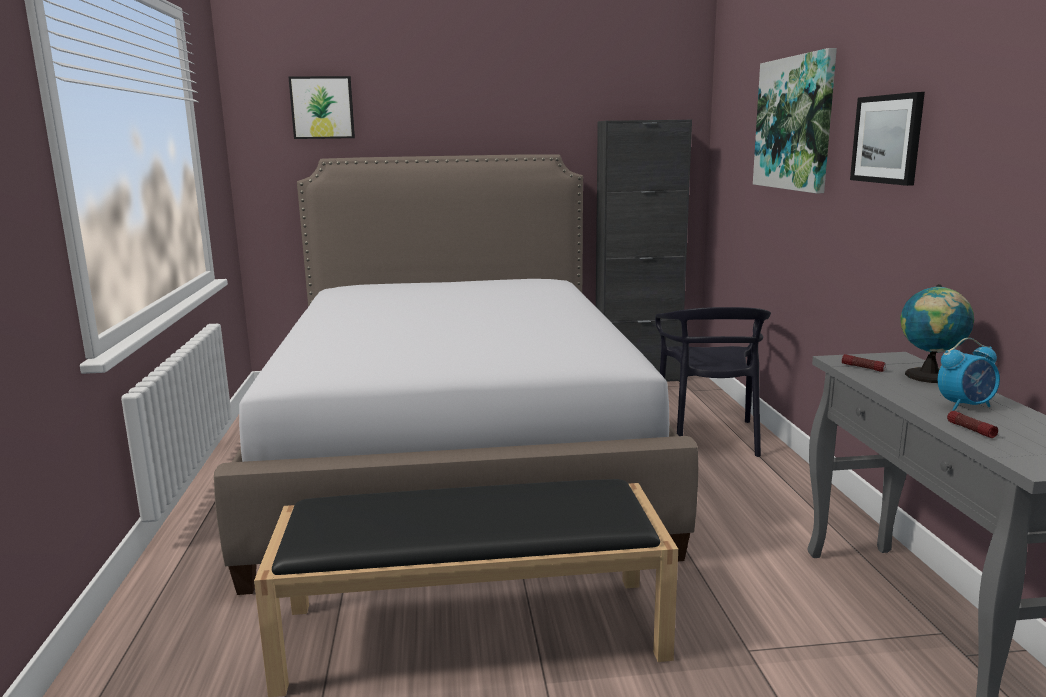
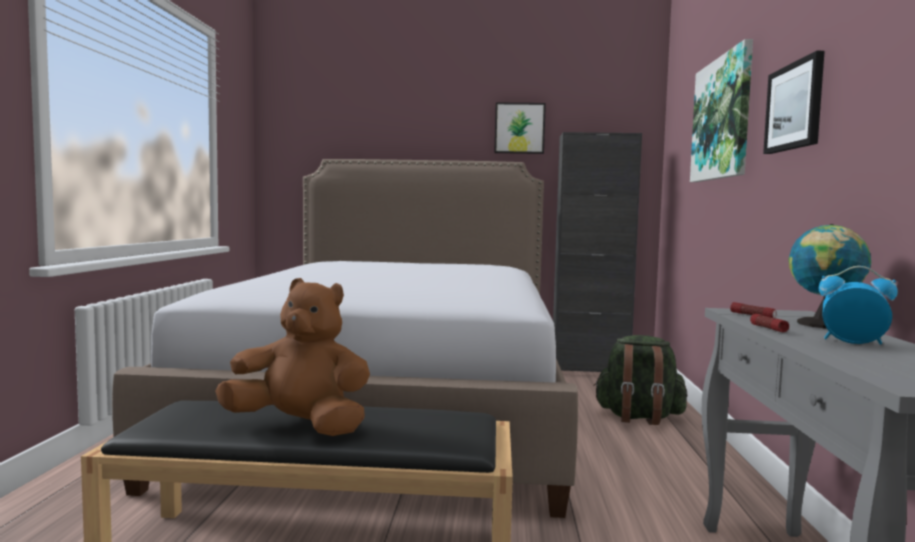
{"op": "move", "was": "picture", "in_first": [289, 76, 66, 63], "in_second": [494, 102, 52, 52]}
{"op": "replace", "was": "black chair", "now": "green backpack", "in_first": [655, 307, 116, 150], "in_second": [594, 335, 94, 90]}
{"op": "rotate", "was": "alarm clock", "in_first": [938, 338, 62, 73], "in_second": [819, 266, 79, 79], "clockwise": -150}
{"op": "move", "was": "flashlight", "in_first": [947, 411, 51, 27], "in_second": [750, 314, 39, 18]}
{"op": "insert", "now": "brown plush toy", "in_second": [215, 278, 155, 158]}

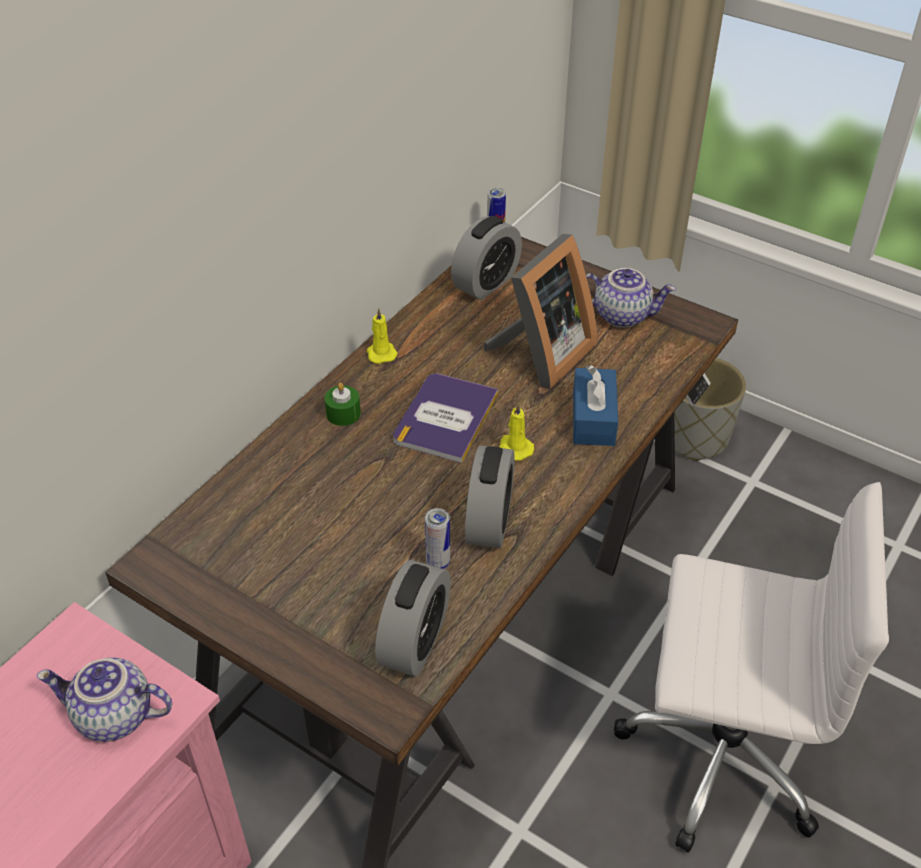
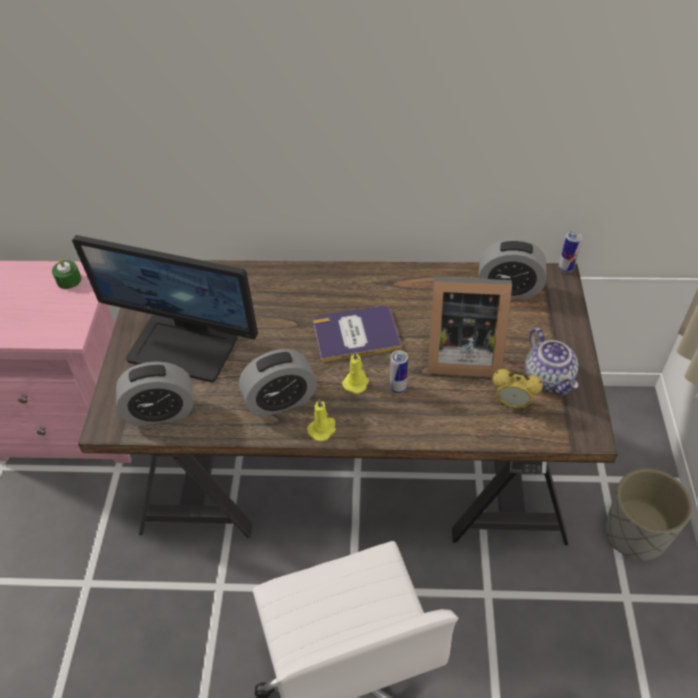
{"op": "delete", "was": "teapot", "in_first": [37, 657, 135, 85]}
{"op": "move", "was": "green candle", "in_first": [324, 383, 37, 43], "in_second": [52, 259, 29, 30]}
{"op": "move", "was": "yellow candle", "in_first": [367, 308, 31, 56], "in_second": [307, 399, 29, 42]}
{"op": "move", "was": "can", "in_first": [425, 508, 25, 61], "in_second": [390, 350, 18, 43]}
{"op": "delete", "was": "blue tissue box", "in_first": [573, 365, 45, 81]}
{"op": "insert", "now": "monitor", "in_second": [72, 235, 186, 147]}
{"op": "insert", "now": "alarm clock", "in_second": [492, 369, 51, 40]}

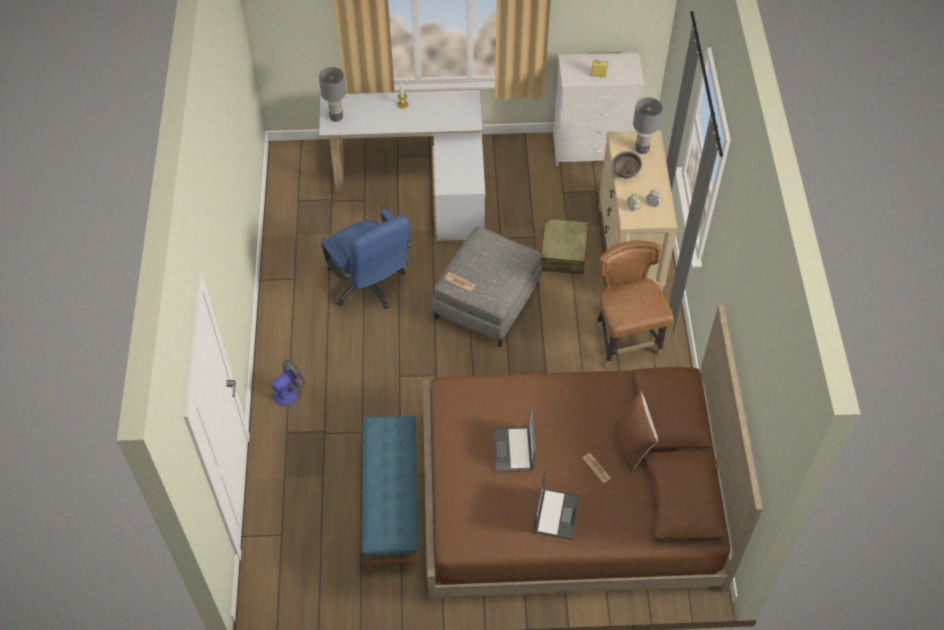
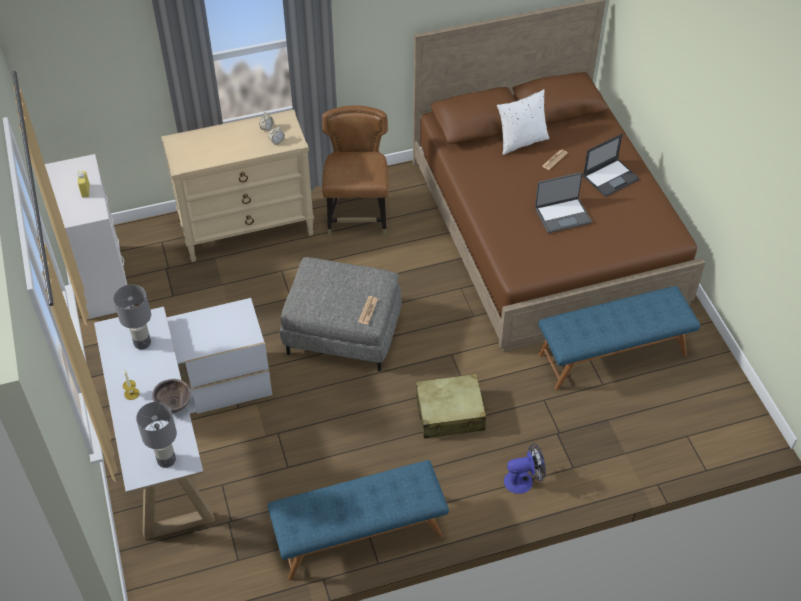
{"op": "rotate", "was": "fan", "in_first": [271, 359, 34, 47], "in_second": [504, 443, 41, 51], "clockwise": 135}
{"op": "delete", "was": "blue office chair", "in_first": [321, 208, 91, 101]}
{"op": "rotate", "was": "laptop", "in_first": [534, 471, 46, 69], "in_second": [583, 134, 57, 63], "clockwise": 150}
{"op": "move", "was": "beige suitcase", "in_first": [540, 219, 48, 55], "in_second": [416, 374, 72, 64]}
{"op": "rotate", "was": "brown chair", "in_first": [595, 240, 79, 126], "in_second": [322, 105, 67, 130], "clockwise": 120}
{"op": "move", "was": "brown bowl", "in_first": [612, 151, 30, 28], "in_second": [152, 379, 39, 34]}
{"op": "recolor", "was": "brown pillow", "now": "white pillow", "in_first": [615, 391, 43, 82], "in_second": [497, 89, 52, 66]}
{"op": "move", "was": "grey table lamp", "in_first": [633, 97, 29, 57], "in_second": [113, 284, 38, 66]}
{"op": "insert", "now": "blue bench", "in_second": [267, 460, 182, 120]}

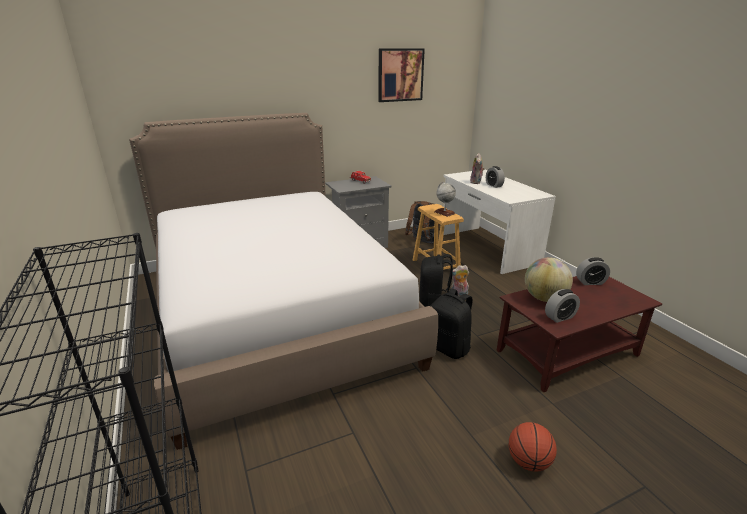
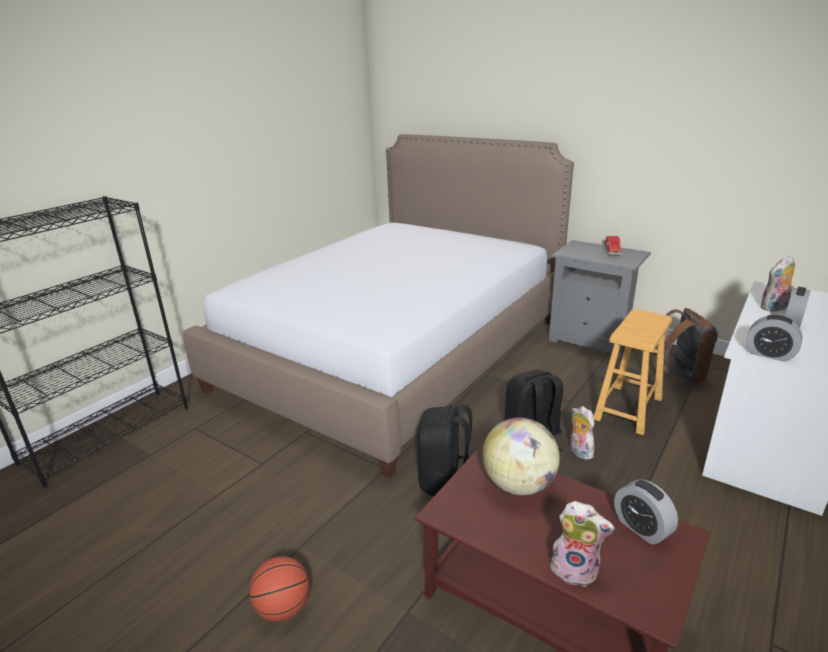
{"op": "delete", "was": "picture", "in_first": [378, 48, 47, 54]}
{"op": "delete", "was": "globe", "in_first": [435, 182, 21, 35]}
{"op": "move", "was": "alarm clock", "in_first": [545, 289, 35, 34], "in_second": [746, 315, 57, 47]}
{"op": "insert", "now": "plush toy", "in_second": [550, 501, 64, 86]}

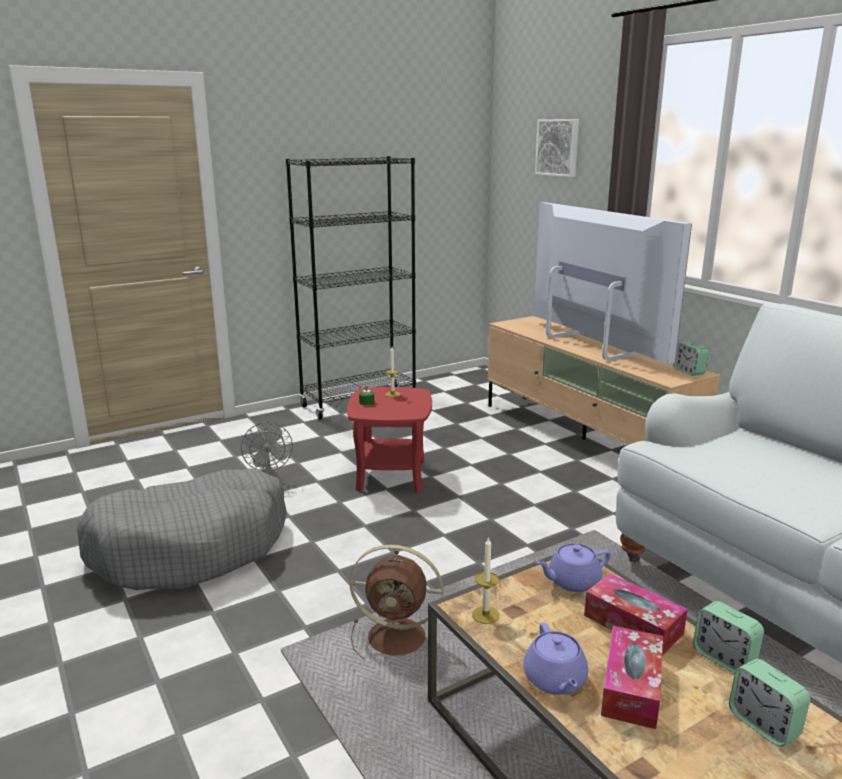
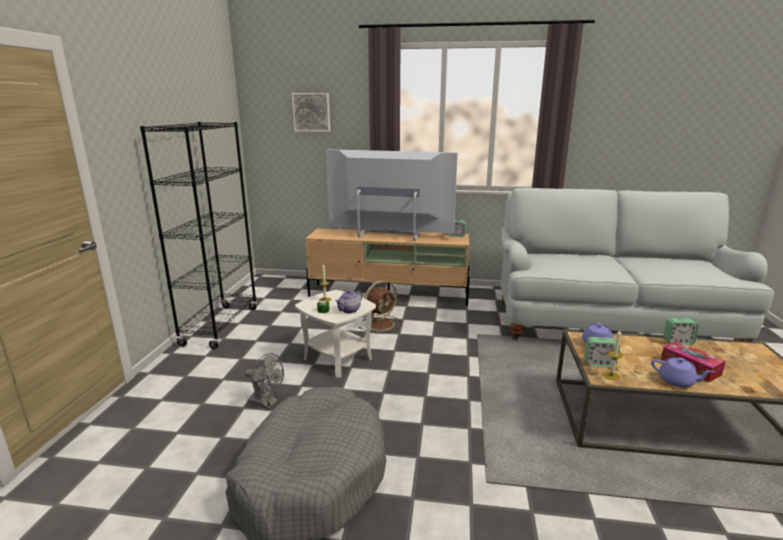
{"op": "recolor", "was": "red side table", "now": "white side table", "in_first": [347, 387, 85, 106], "in_second": [295, 290, 81, 88]}
{"op": "move", "was": "brown fan", "in_first": [349, 545, 94, 114], "in_second": [359, 280, 43, 54]}
{"op": "delete", "was": "tissue box", "in_first": [584, 573, 104, 82]}
{"op": "move", "was": "alarm clock", "in_first": [729, 659, 81, 88], "in_second": [584, 337, 36, 30]}
{"op": "insert", "now": "teapot", "in_second": [335, 290, 28, 23]}

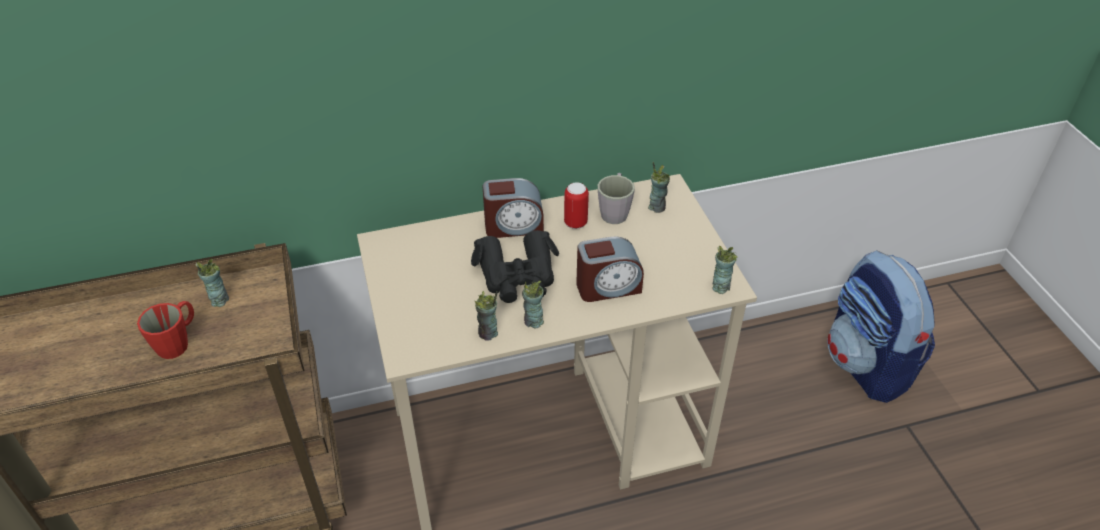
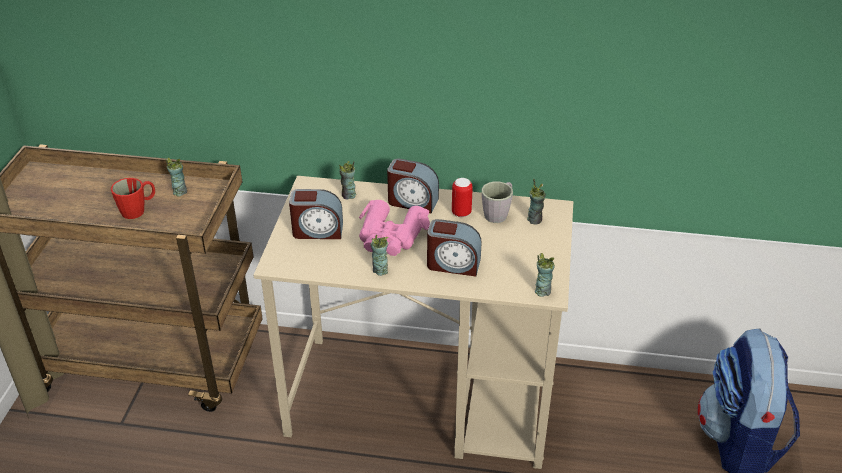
{"op": "recolor", "was": "black binoculars", "now": "pink binoculars", "in_first": [471, 230, 88, 73], "in_second": [359, 200, 71, 56]}
{"op": "move", "was": "cup", "in_first": [475, 291, 23, 50], "in_second": [339, 161, 17, 39]}
{"op": "insert", "now": "alarm clock", "in_second": [289, 189, 54, 50]}

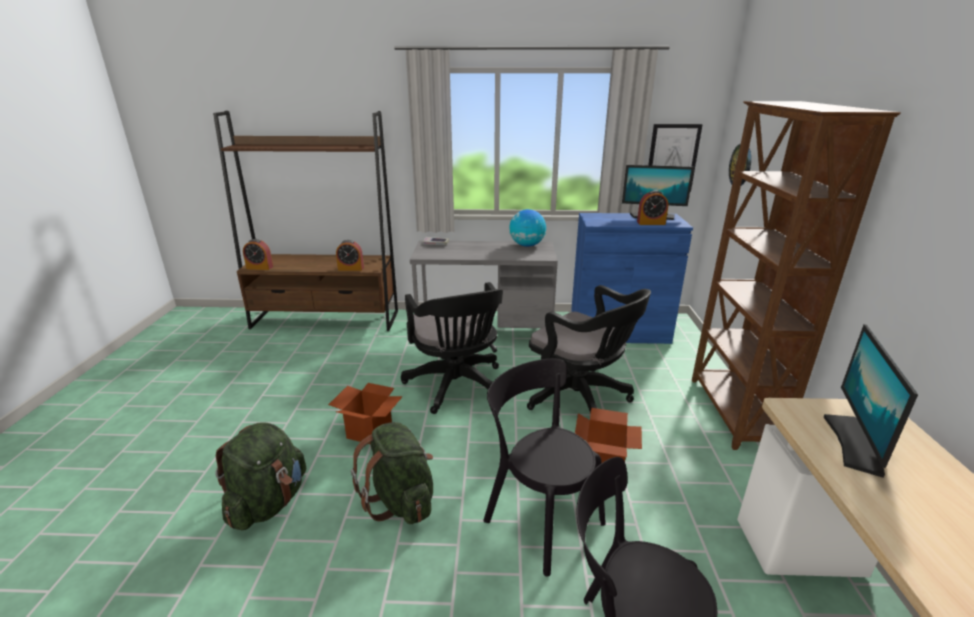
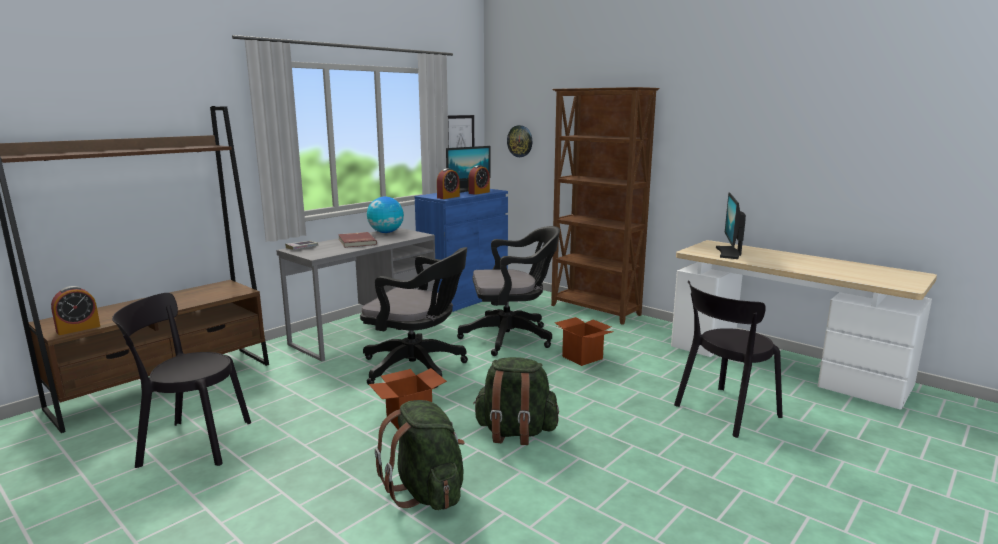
{"op": "move", "was": "alarm clock", "in_first": [336, 240, 28, 31], "in_second": [437, 168, 23, 31]}
{"op": "move", "was": "black chair", "in_first": [483, 359, 123, 218], "in_second": [112, 293, 139, 175]}
{"op": "rotate", "was": "monitor", "in_first": [824, 324, 94, 154], "in_second": [716, 192, 30, 67], "clockwise": 45}
{"op": "insert", "now": "red book", "in_second": [338, 232, 39, 16]}

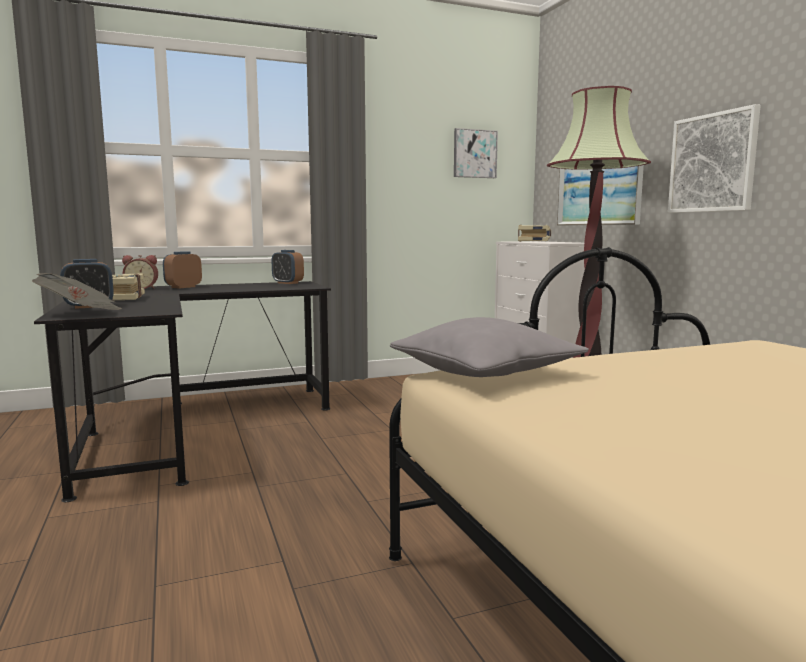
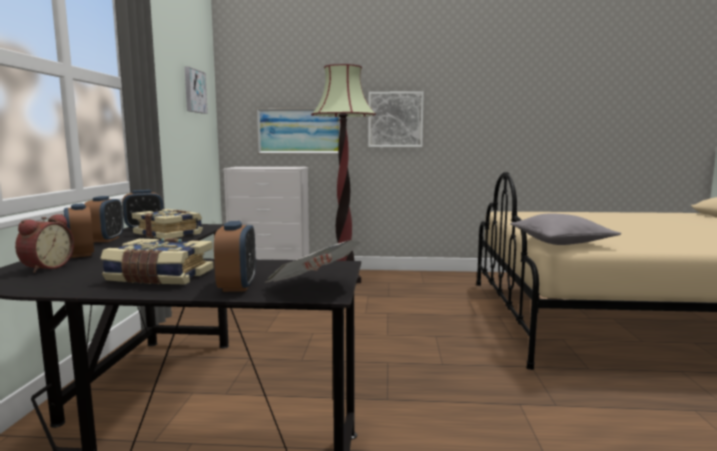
{"op": "move", "was": "book", "in_first": [518, 225, 33, 17], "in_second": [132, 209, 71, 30]}
{"op": "insert", "now": "alarm clock", "in_second": [85, 196, 38, 46]}

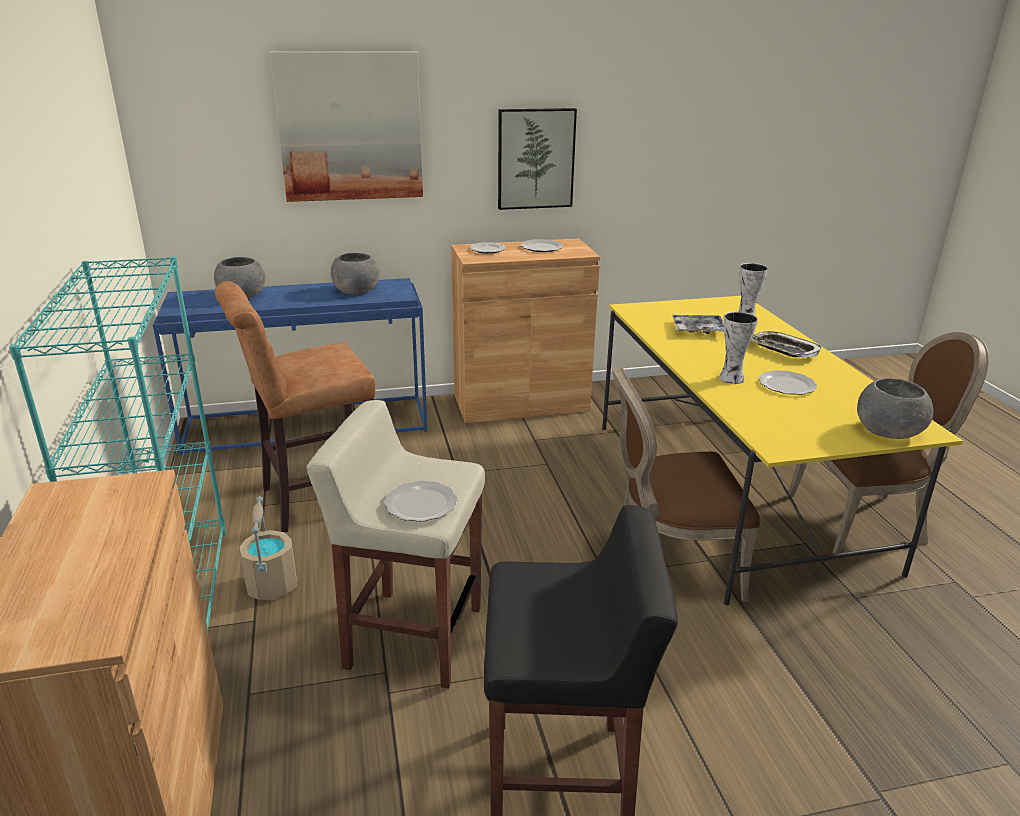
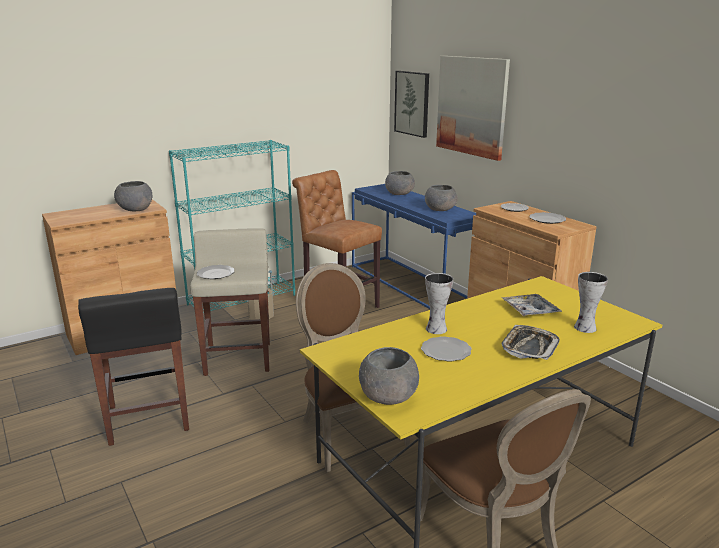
{"op": "move", "was": "picture", "in_first": [498, 108, 79, 102], "in_second": [394, 71, 35, 67]}
{"op": "insert", "now": "grey bowl", "in_second": [114, 181, 38, 31]}

